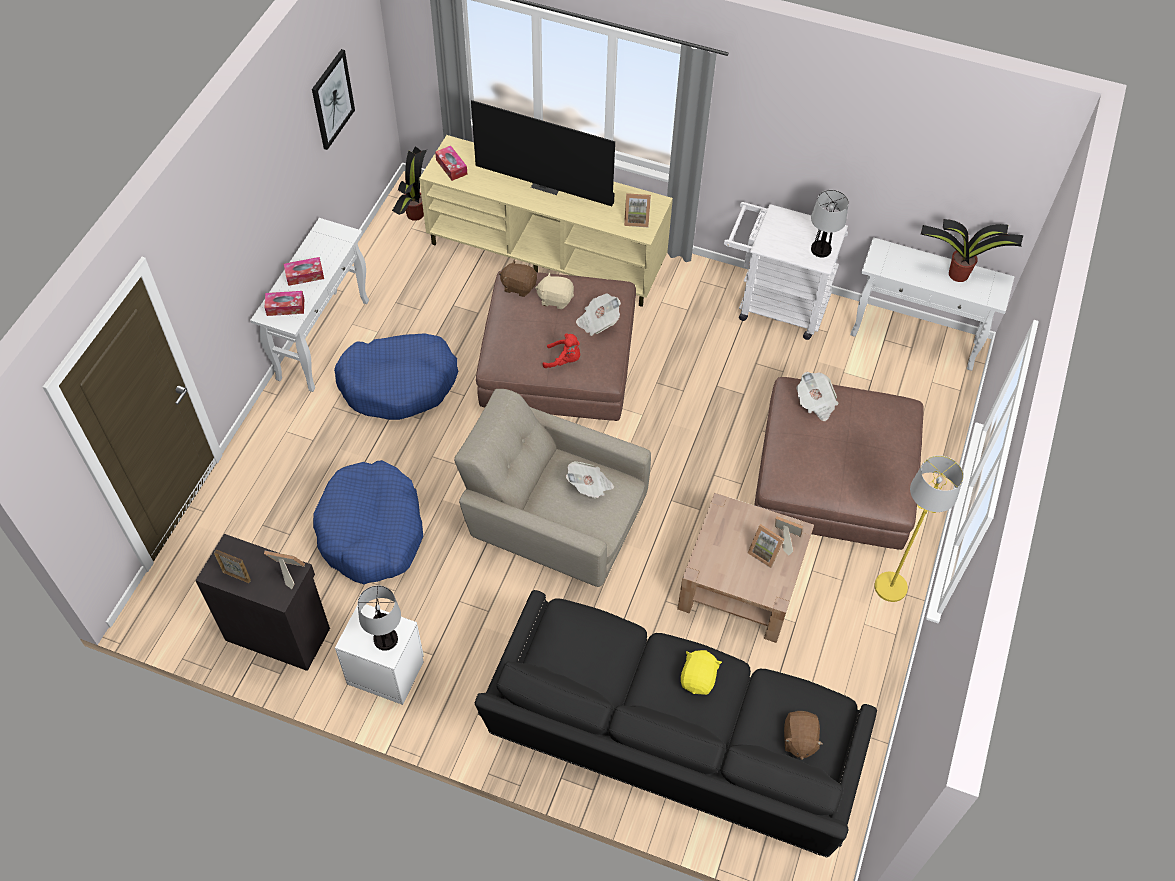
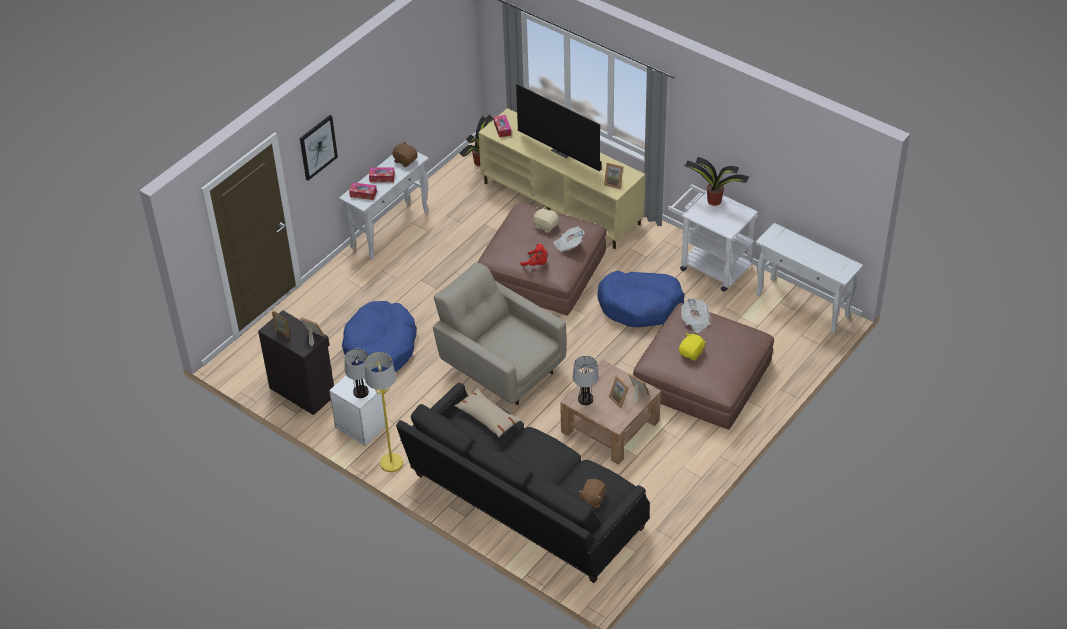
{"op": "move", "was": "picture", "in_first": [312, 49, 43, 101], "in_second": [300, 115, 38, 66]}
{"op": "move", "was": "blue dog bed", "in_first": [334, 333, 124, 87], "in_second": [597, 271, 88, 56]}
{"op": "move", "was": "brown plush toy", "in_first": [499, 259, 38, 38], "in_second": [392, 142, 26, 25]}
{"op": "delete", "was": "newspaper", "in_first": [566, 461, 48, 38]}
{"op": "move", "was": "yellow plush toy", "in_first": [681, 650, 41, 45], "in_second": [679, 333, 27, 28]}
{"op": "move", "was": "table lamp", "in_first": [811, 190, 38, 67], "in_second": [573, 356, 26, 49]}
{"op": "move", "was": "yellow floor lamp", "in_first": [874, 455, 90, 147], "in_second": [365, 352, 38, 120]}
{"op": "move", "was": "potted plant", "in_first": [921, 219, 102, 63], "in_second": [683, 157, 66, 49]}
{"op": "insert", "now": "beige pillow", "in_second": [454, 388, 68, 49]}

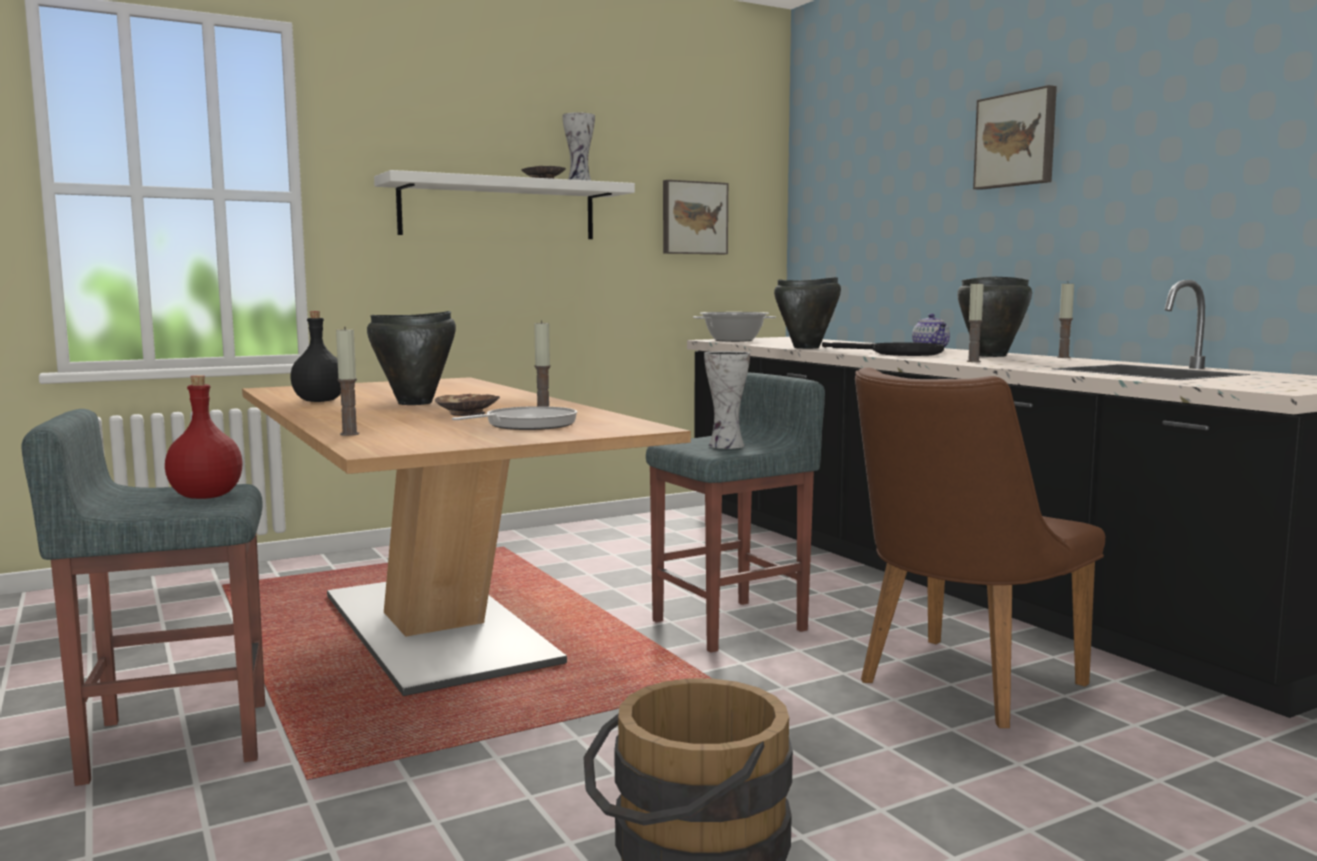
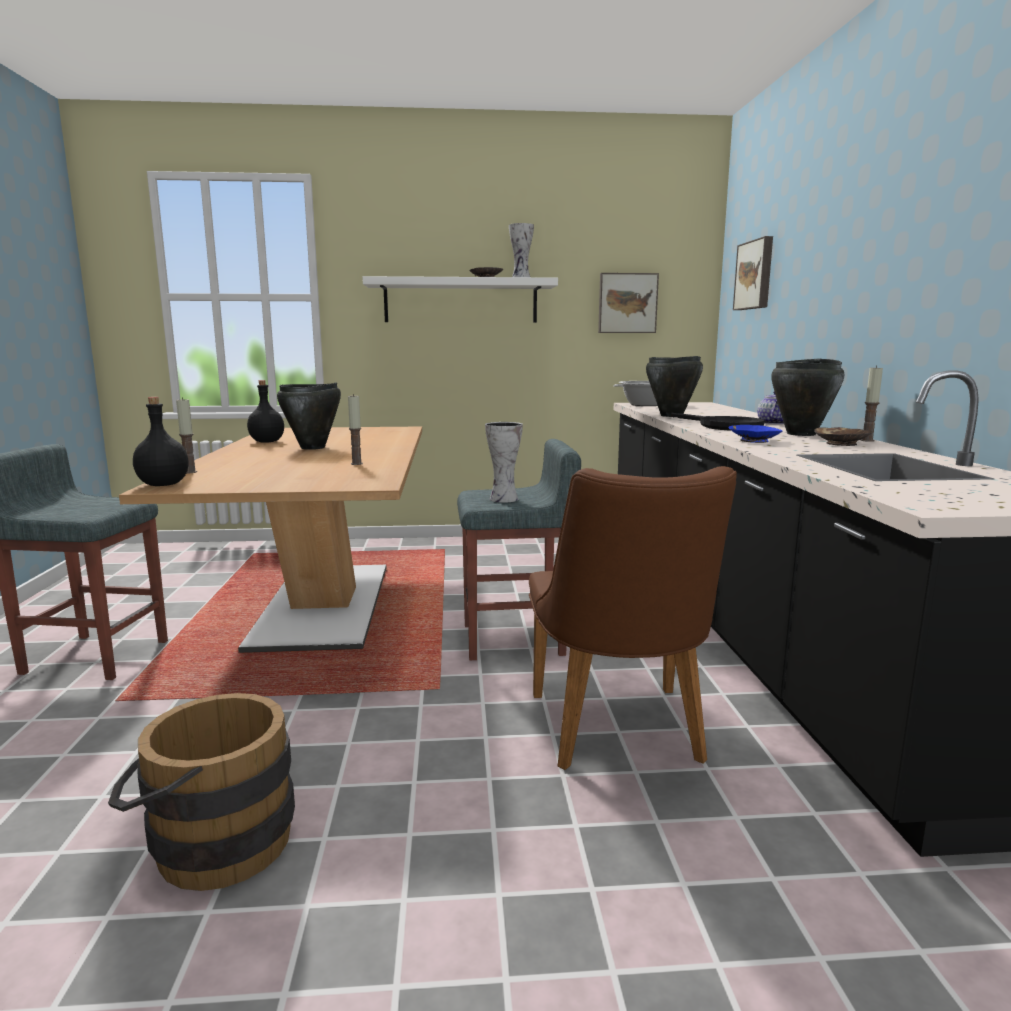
{"op": "delete", "was": "red bottle", "in_first": [165, 375, 78, 124]}
{"op": "move", "was": "brown bowl", "in_first": [435, 394, 65, 22], "in_second": [814, 427, 59, 19]}
{"op": "delete", "was": "frying pan", "in_first": [452, 406, 125, 24]}
{"op": "rotate", "was": "brown chair", "in_first": [855, 367, 250, 361], "in_second": [529, 466, 208, 304], "clockwise": -75}
{"op": "replace", "was": "candle", "now": "blue bowl", "in_first": [967, 281, 17, 81], "in_second": [729, 425, 54, 18]}
{"op": "move", "was": "picture", "in_first": [973, 85, 84, 105], "in_second": [733, 236, 40, 74]}
{"op": "insert", "now": "black bottle", "in_second": [133, 397, 55, 89]}

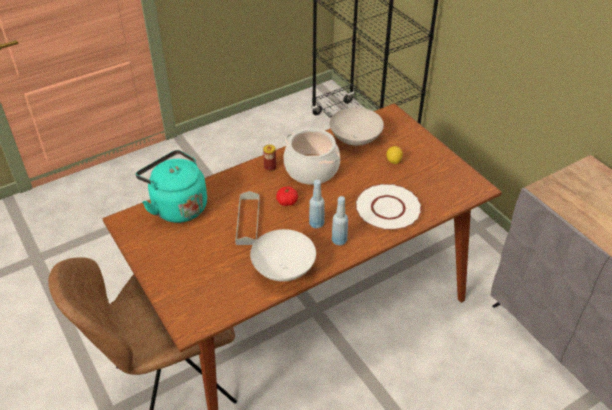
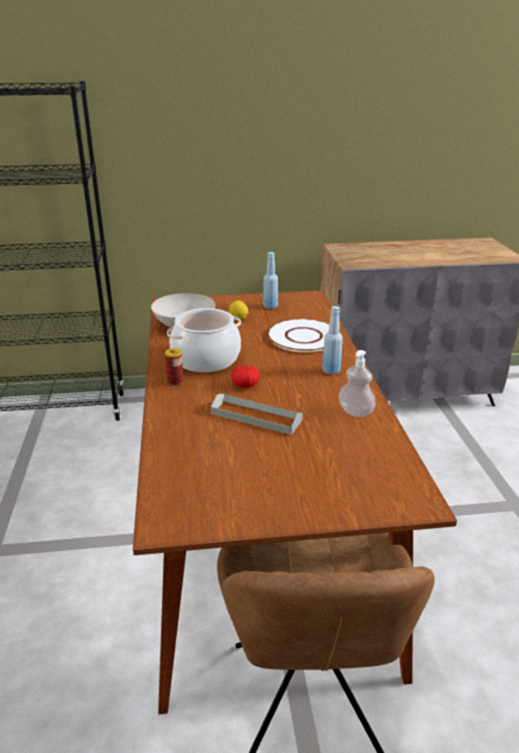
{"op": "delete", "was": "turquoise kettle", "in_first": [136, 150, 71, 73]}
{"op": "replace", "was": "white bowl", "now": "soap dispenser", "in_first": [250, 229, 66, 52], "in_second": [339, 350, 37, 67]}
{"op": "move", "was": "blue bottle", "in_first": [309, 180, 16, 49], "in_second": [263, 252, 15, 57]}

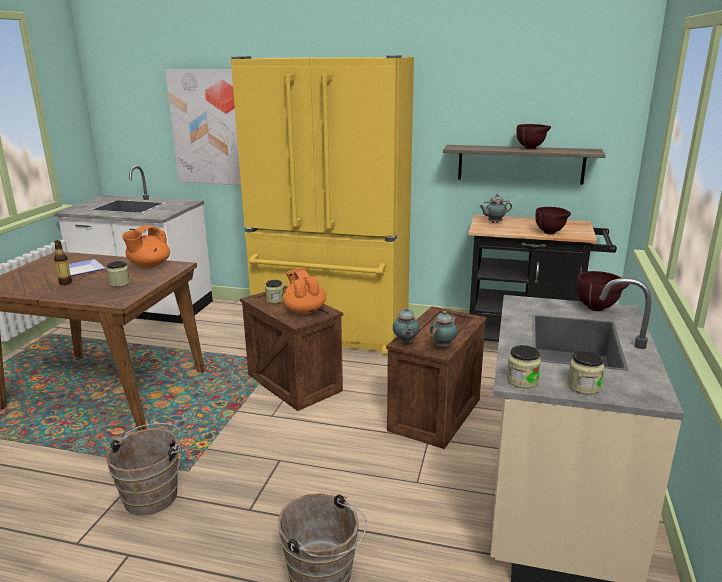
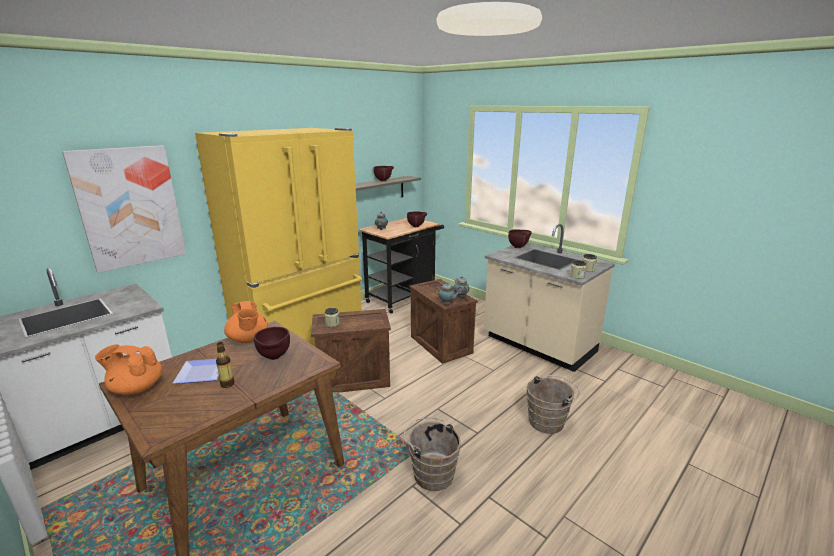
{"op": "replace", "was": "jar", "now": "brown bowl", "in_first": [107, 261, 23, 26], "in_second": [254, 327, 36, 33]}
{"op": "move", "was": "orange teapot", "in_first": [282, 268, 44, 46], "in_second": [95, 344, 67, 51]}

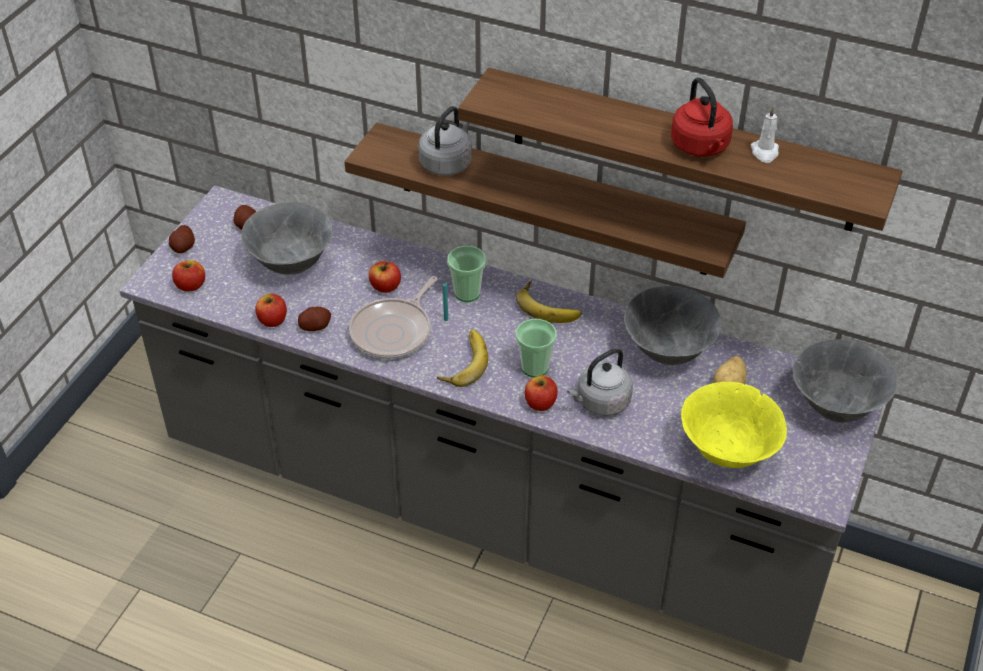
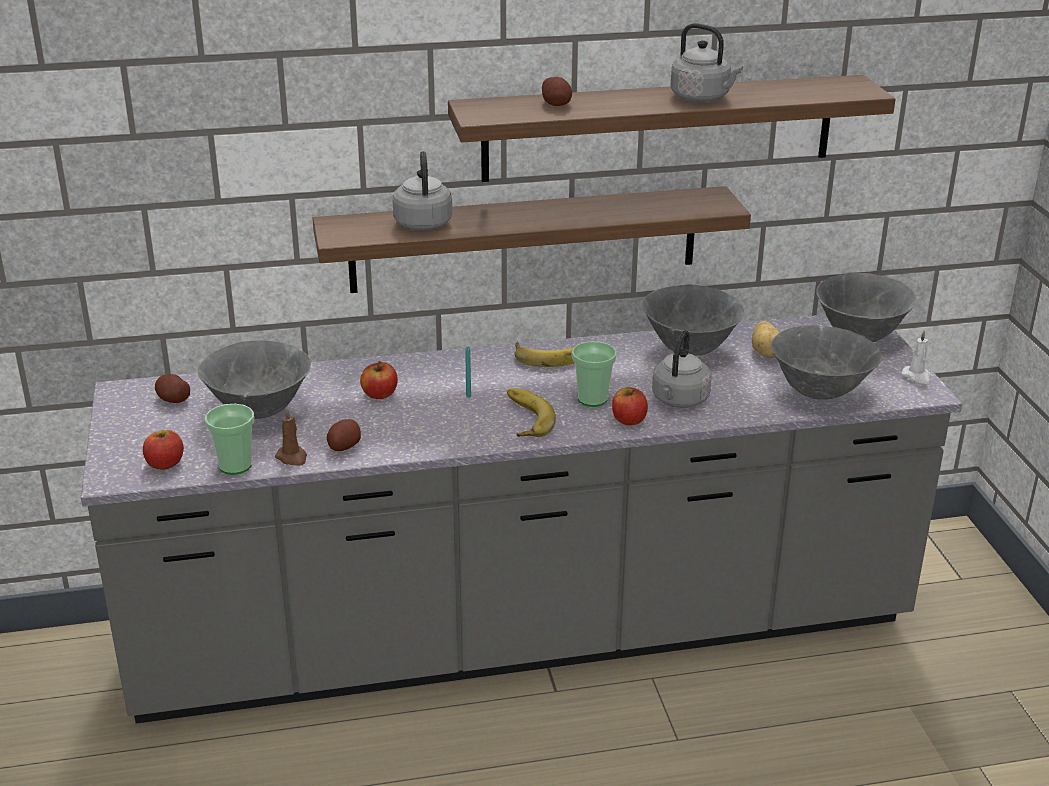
{"op": "move", "was": "potato", "in_first": [169, 225, 26, 28], "in_second": [542, 77, 30, 29]}
{"op": "replace", "was": "apple", "now": "brown candle", "in_first": [255, 293, 32, 34], "in_second": [275, 408, 32, 58]}
{"op": "delete", "was": "frying pan", "in_first": [349, 276, 89, 83]}
{"op": "move", "was": "cup", "in_first": [447, 246, 39, 56], "in_second": [205, 404, 49, 71]}
{"op": "recolor", "was": "red kettle", "now": "grey kettle", "in_first": [671, 77, 62, 80], "in_second": [670, 23, 73, 79]}
{"op": "recolor", "was": "yellow bowl", "now": "grey bowl", "in_first": [681, 382, 106, 86], "in_second": [771, 325, 111, 75]}
{"op": "move", "was": "white candle", "in_first": [751, 107, 28, 56], "in_second": [901, 330, 30, 54]}

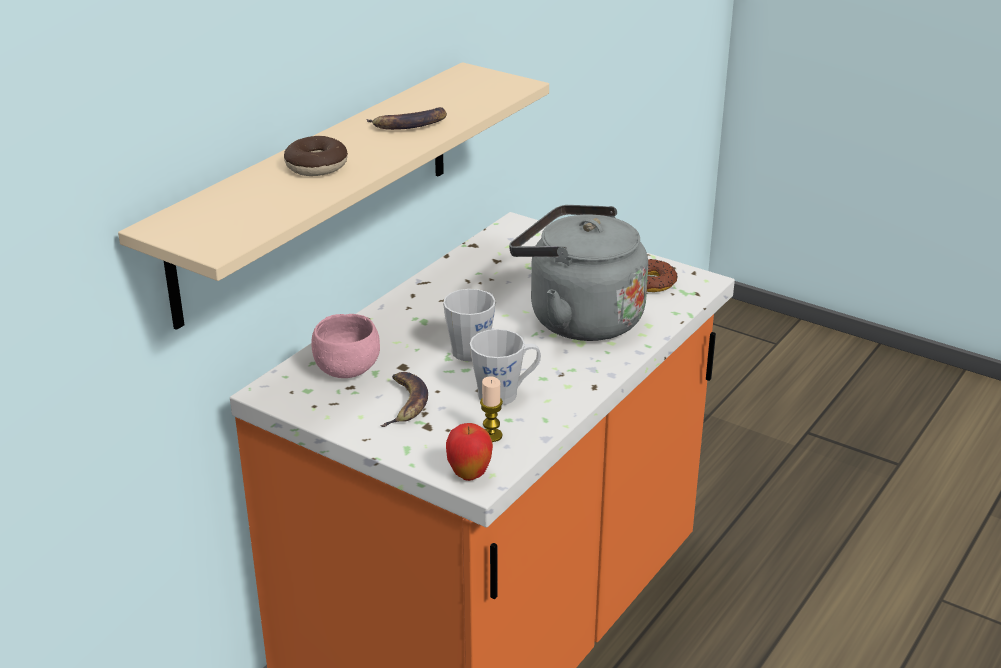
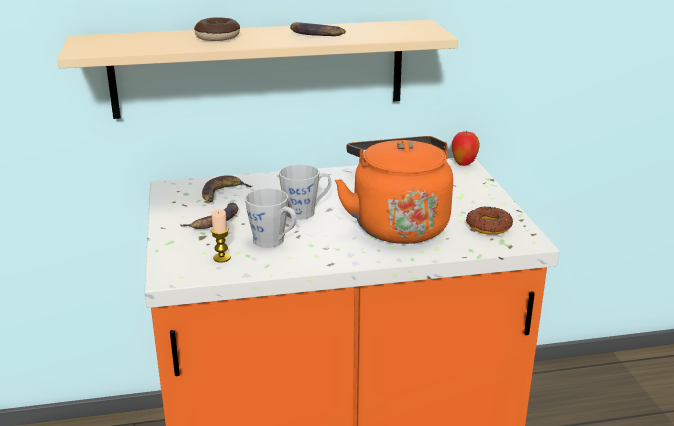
{"op": "replace", "was": "pink bowl", "now": "banana", "in_first": [311, 314, 69, 64], "in_second": [202, 175, 51, 27]}
{"op": "move", "was": "apple", "in_first": [446, 423, 47, 58], "in_second": [452, 131, 28, 35]}
{"op": "recolor", "was": "grey kettle", "now": "orange kettle", "in_first": [509, 205, 139, 136], "in_second": [335, 136, 118, 108]}

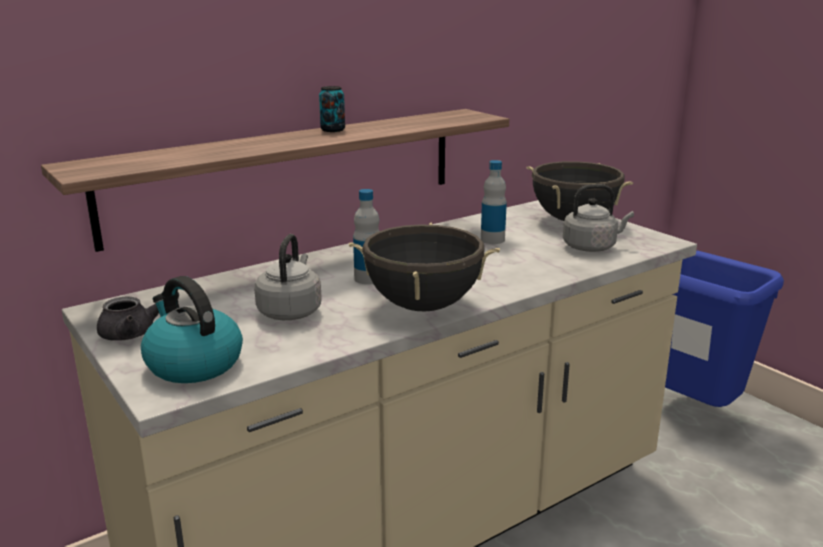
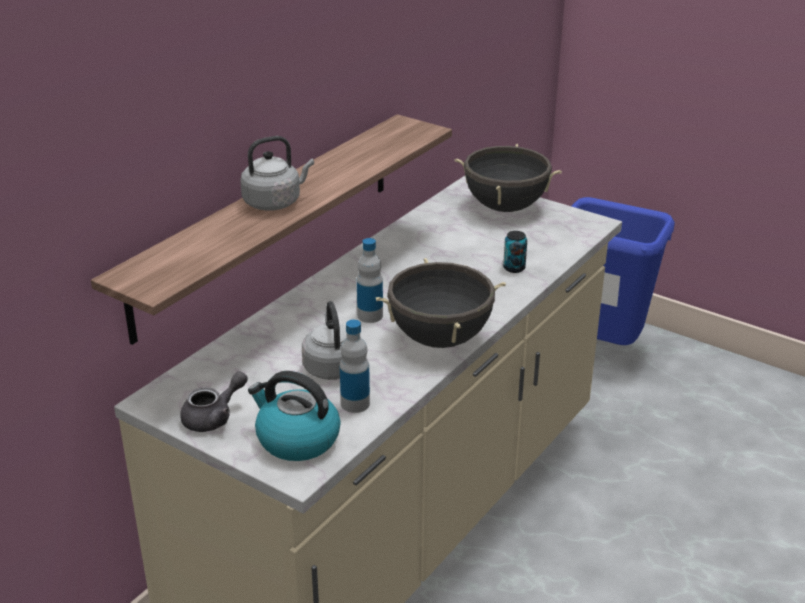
{"op": "move", "was": "can", "in_first": [319, 86, 26, 46], "in_second": [503, 231, 24, 42]}
{"op": "move", "was": "bottle", "in_first": [481, 160, 26, 84], "in_second": [340, 319, 30, 94]}
{"op": "move", "was": "grey kettle", "in_first": [563, 184, 71, 68], "in_second": [240, 136, 74, 75]}

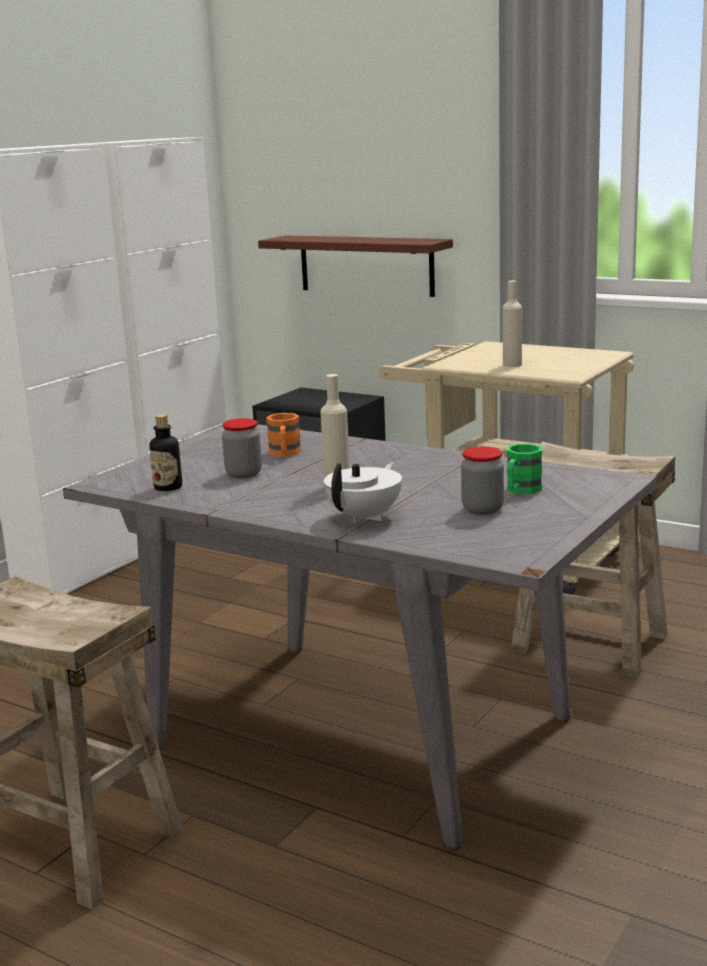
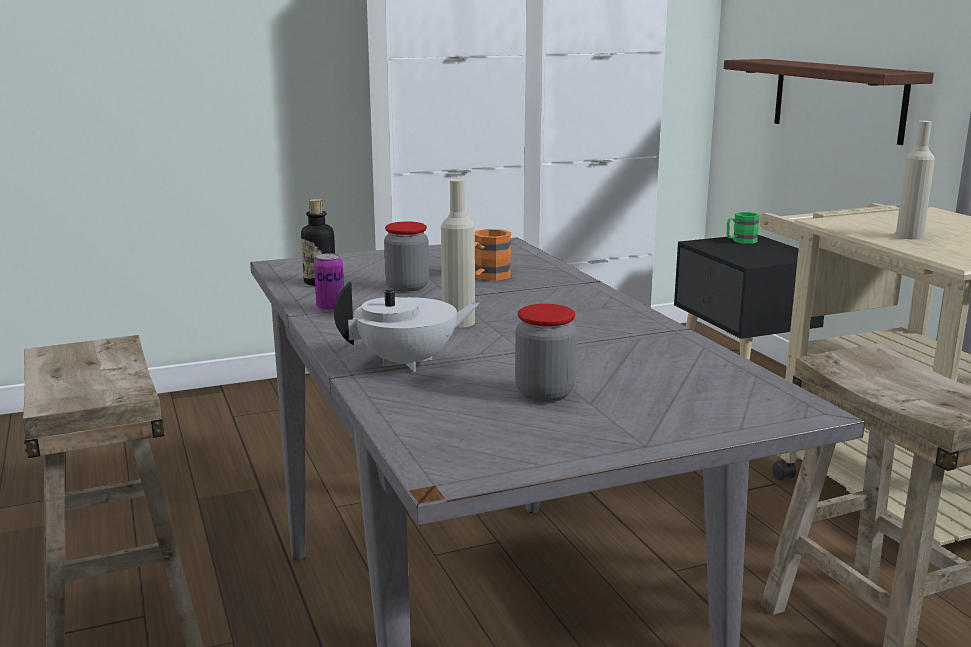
{"op": "move", "was": "green mug", "in_first": [507, 444, 35, 50], "in_second": [727, 212, 33, 32]}
{"op": "insert", "now": "can", "in_second": [314, 253, 30, 58]}

